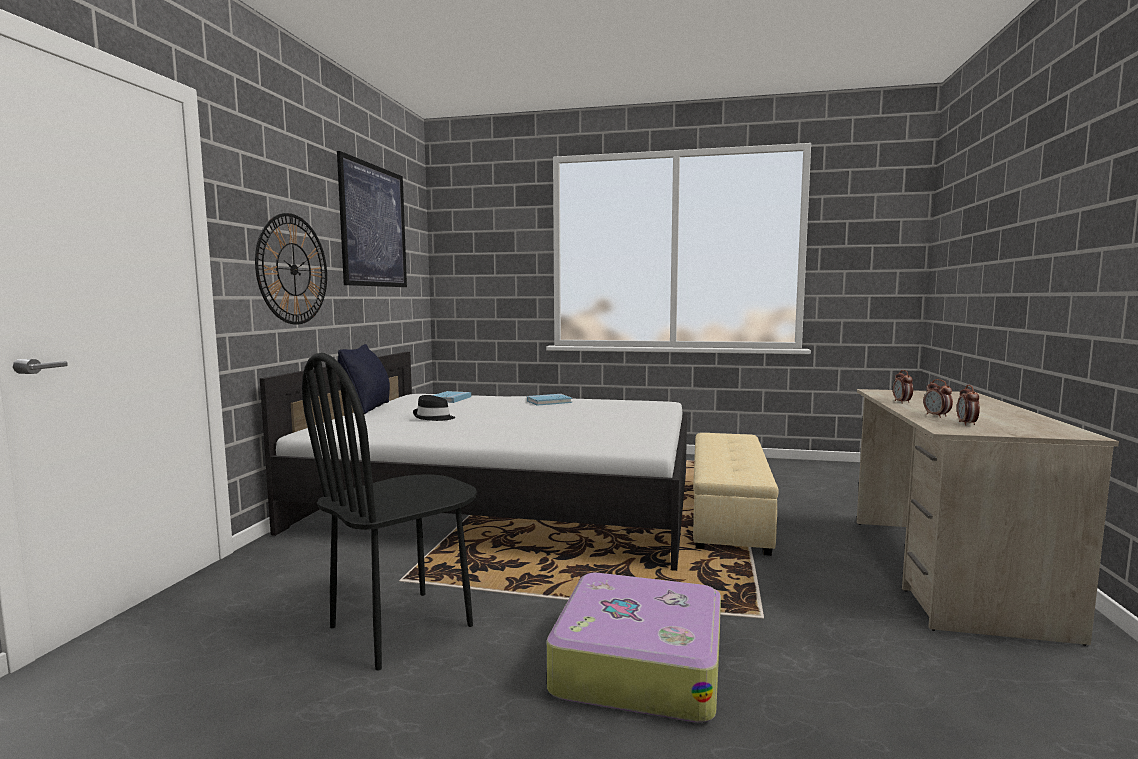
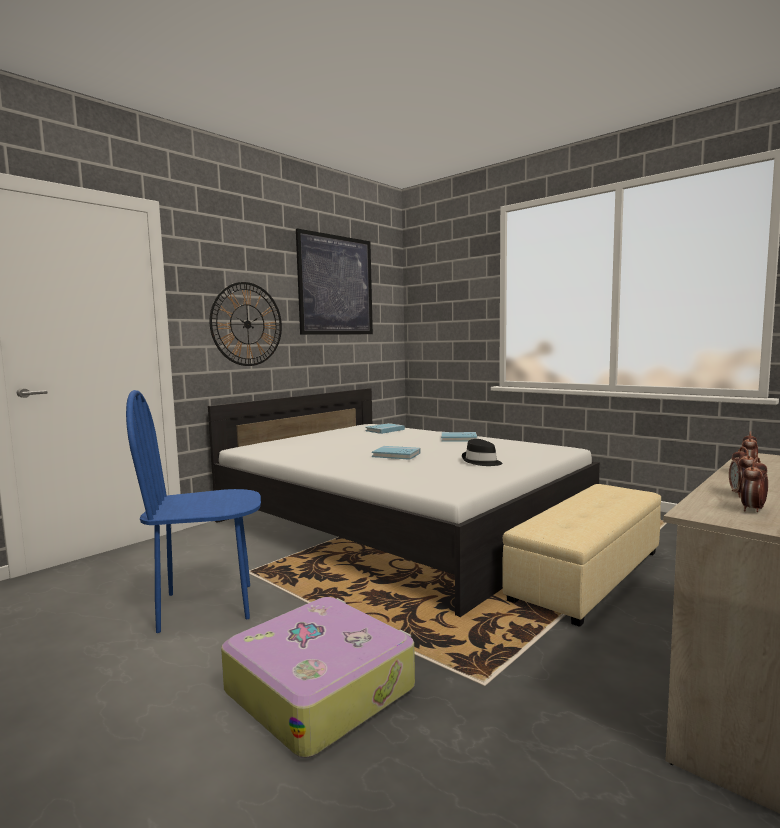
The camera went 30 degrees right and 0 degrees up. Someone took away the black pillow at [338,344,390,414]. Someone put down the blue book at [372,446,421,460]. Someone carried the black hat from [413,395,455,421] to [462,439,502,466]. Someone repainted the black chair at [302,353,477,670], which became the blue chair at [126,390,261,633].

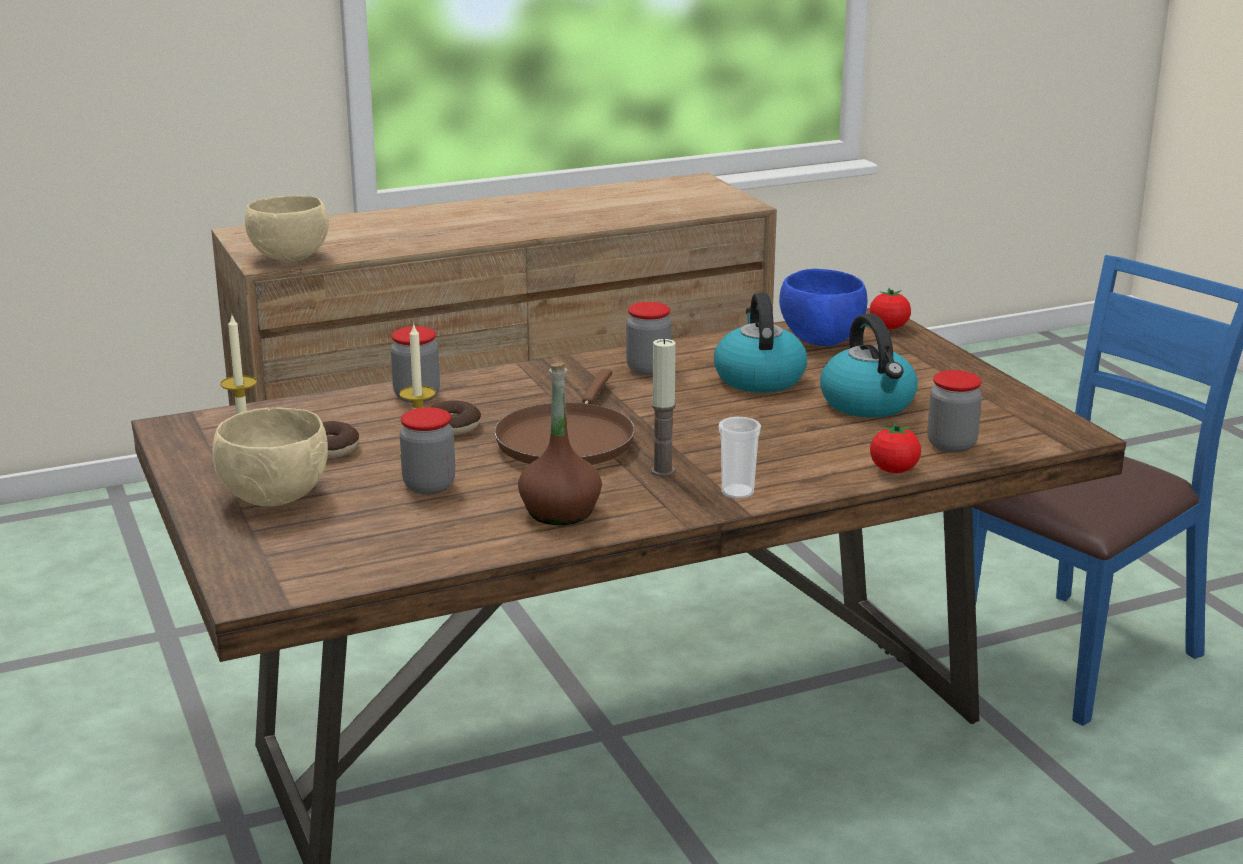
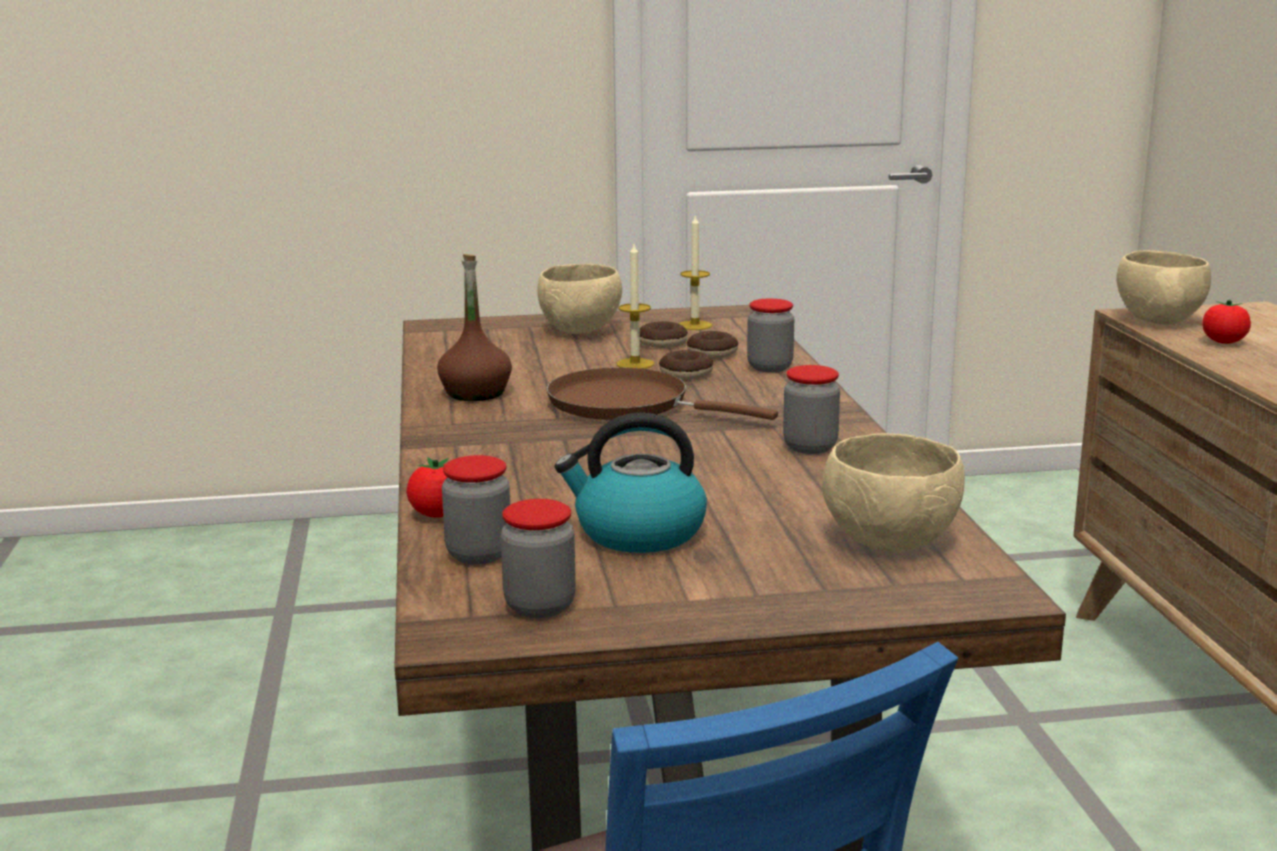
The camera went 105 degrees right and 5 degrees down. Someone took away the candle at [651,338,676,476]. Someone took away the kettle at [714,292,807,393]. Someone took away the cup at [718,417,761,499]. Someone put down the donut at [687,331,738,359]. Someone carried the jar from [400,407,455,495] to [501,499,576,618]. Someone carried the tomato from [870,288,911,329] to [1202,299,1251,344]. Someone repainted the blue bowl at [779,269,867,346], which became the beige bowl at [822,433,965,551].

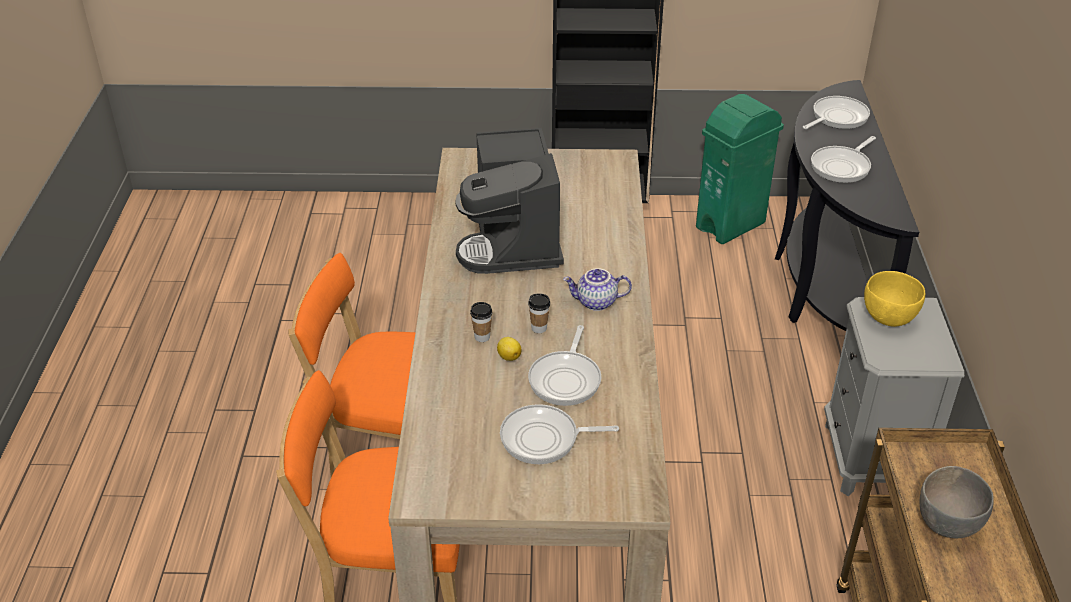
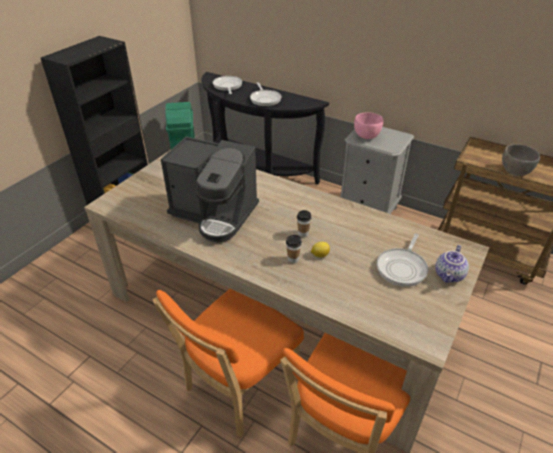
The camera went 60 degrees left and 0 degrees up. Someone took away the frying pan at [528,325,601,406]. Someone carried the teapot from [563,268,632,311] to [435,245,469,283]. Someone repainted the yellow bowl at [864,271,925,327], which became the pink bowl at [354,112,383,139].

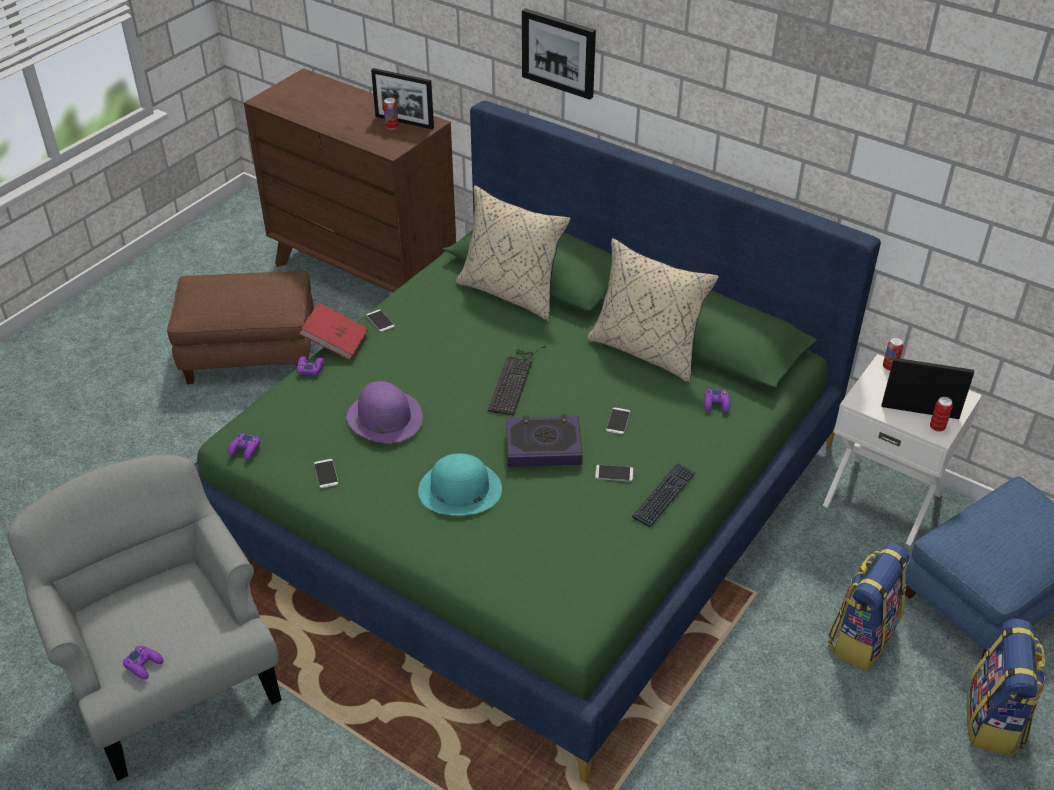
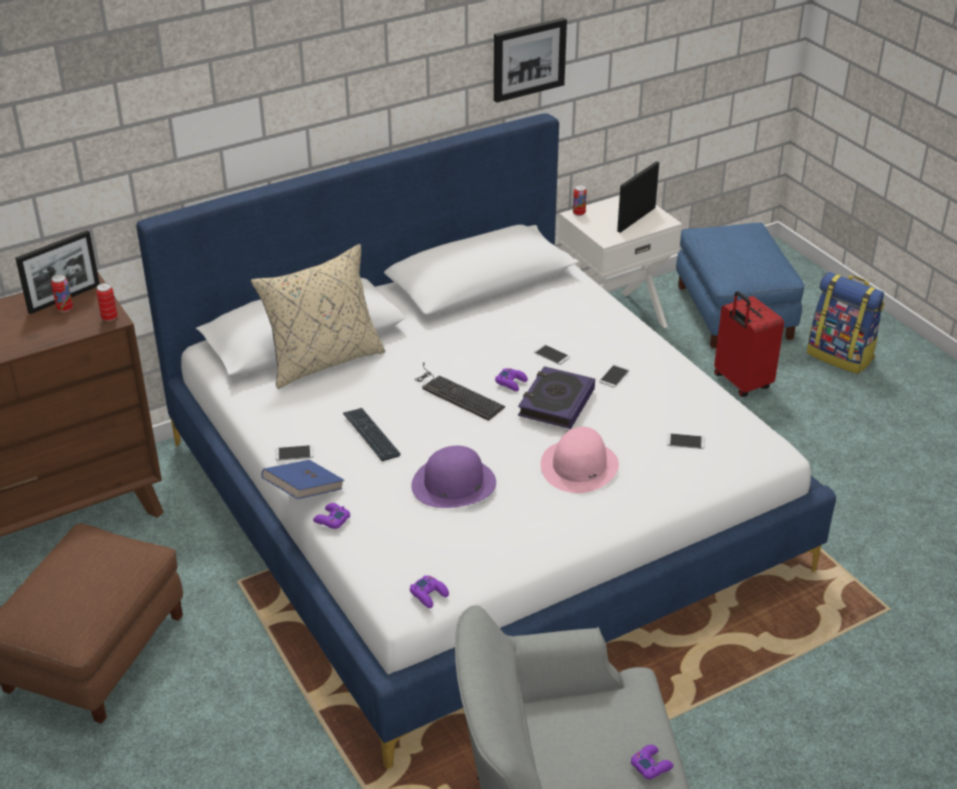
The camera went 65 degrees left and 5 degrees down. Someone took away the beige pillow at [587,238,719,383]. Someone carried the phone from [314,459,339,488] to [667,433,705,449]. Someone carried the picture from [522,8,596,100] to [494,18,567,103]. Someone carried the keyboard from [632,463,696,527] to [343,408,401,461]. Someone carried the purple game controller from [704,389,730,413] to [495,368,528,391]. Someone carried the can from [930,397,953,432] to [96,283,118,321]. Someone swapped the backpack at [828,543,909,671] for the red suitcase at [714,291,784,397]. Someone repainted the green bed at [194,101,881,783], which became the white bed at [136,113,836,769]. Someone repainted the red book at [299,302,368,360], which became the blue book at [261,460,344,499]. Someone repainted the turquoise hat at [418,453,502,515], which became the pink hat at [541,427,619,493].

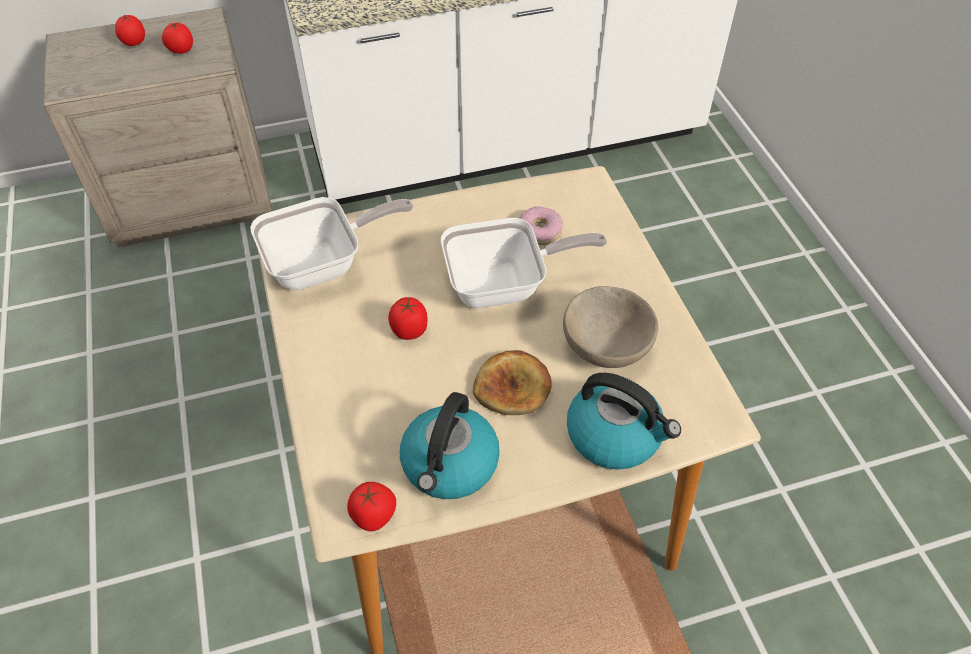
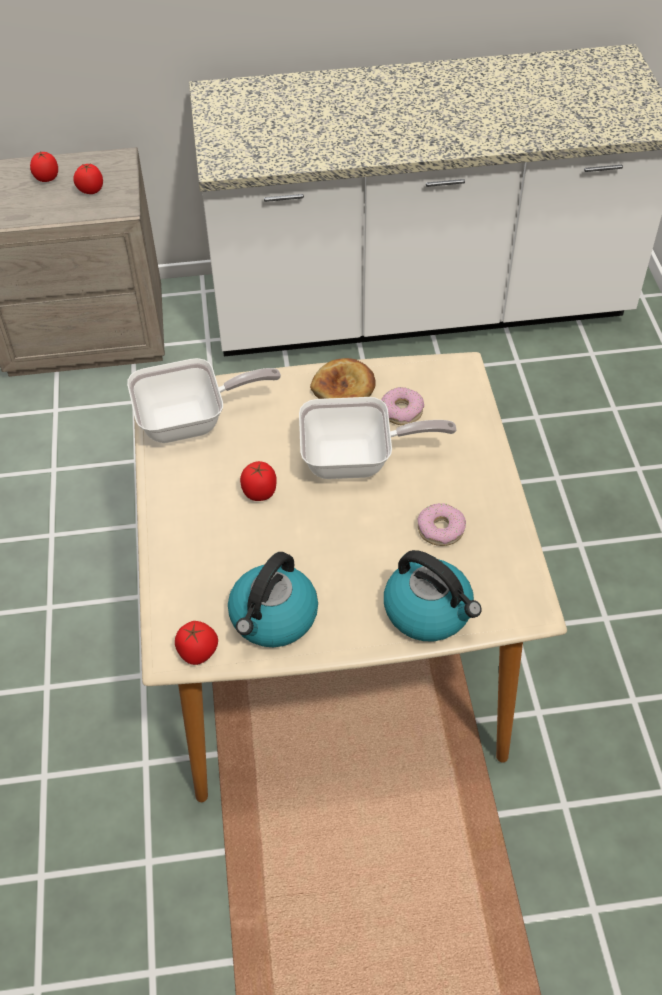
The camera went 10 degrees right and 0 degrees up. Someone carried the bread from [473,350,552,415] to [310,358,376,399]. Someone swapped the beige bowl at [563,286,658,368] for the donut at [417,503,466,546].

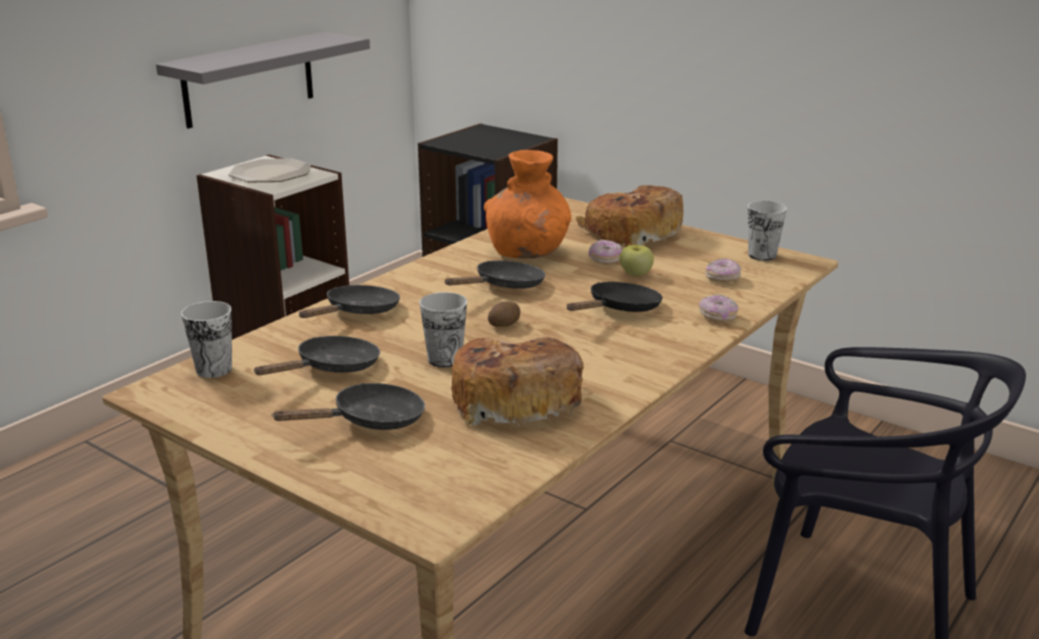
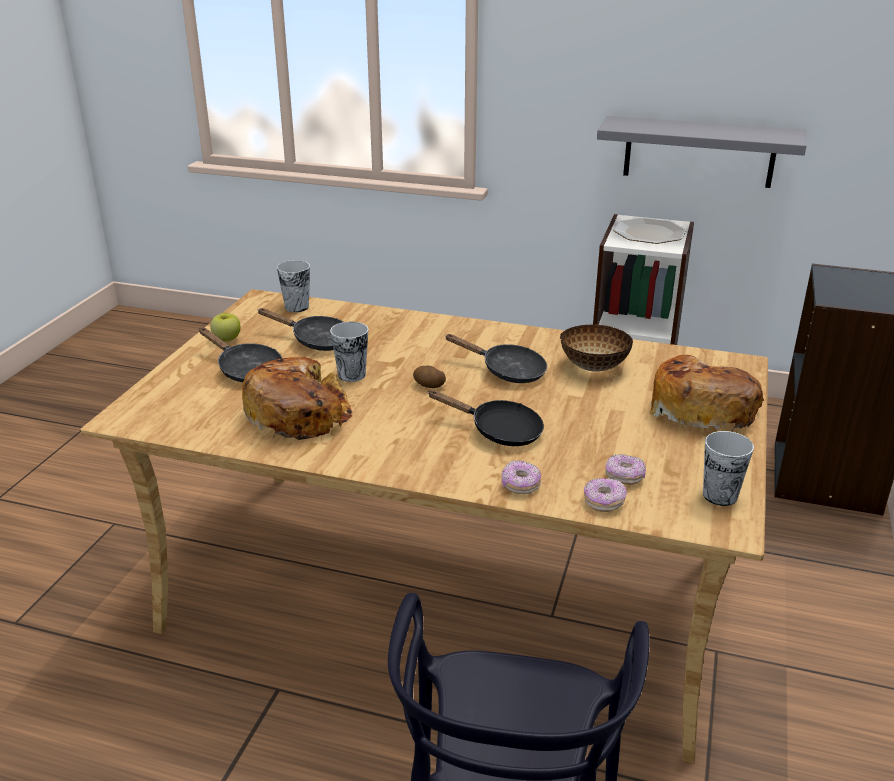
The camera went 70 degrees right and 5 degrees up. Someone took away the black frying pan at [299,285,400,318]. Someone carried the donut from [589,240,622,264] to [584,478,627,512]. Someone carried the apple from [620,245,654,276] to [210,313,241,342]. Someone swapped the orange vase at [484,150,571,259] for the bowl at [560,324,633,372].

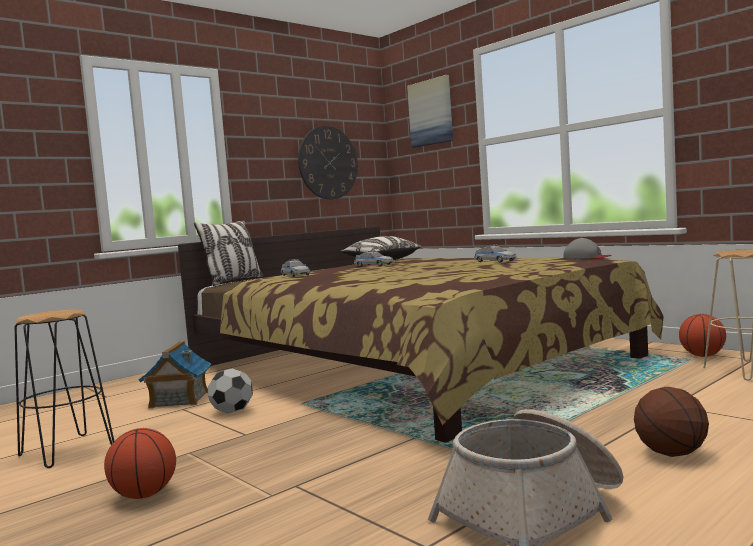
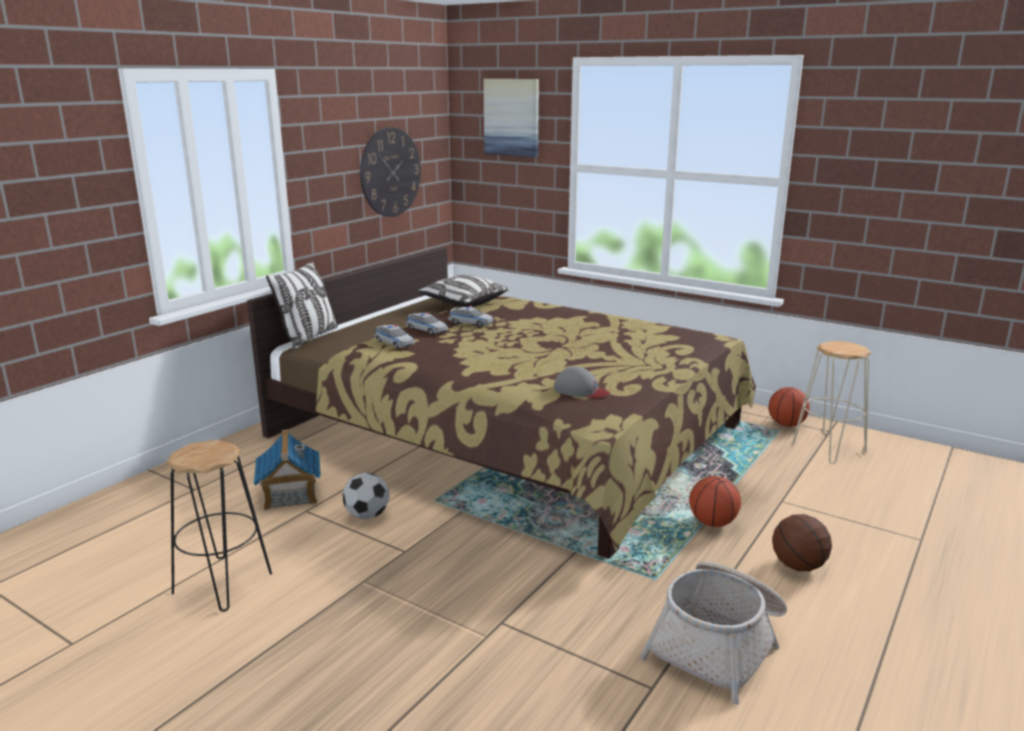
The camera went 15 degrees left and 15 degrees up. Someone carried the basketball from [104,428,176,499] to [689,476,741,527]. Someone carried the toy car from [474,245,517,263] to [406,312,448,335]. Someone carried the grey cap from [563,238,612,259] to [554,366,610,398].

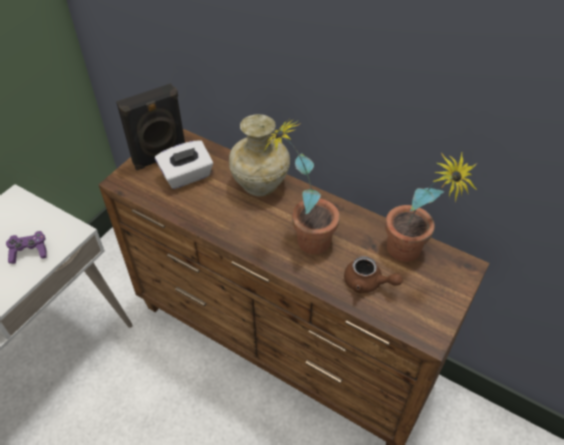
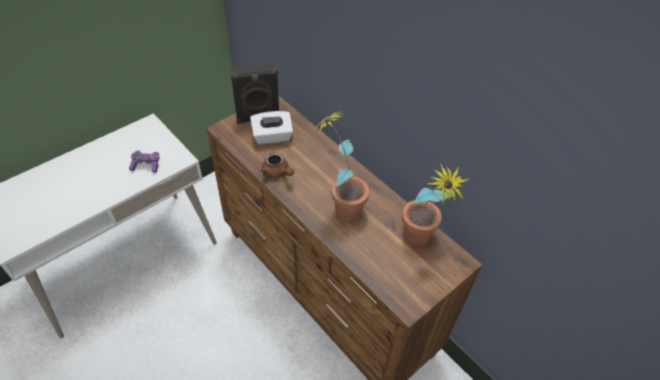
The camera went 15 degrees right and 0 degrees up. Someone took away the beige vase at [229,114,290,196]. Someone carried the brown teapot from [344,256,403,293] to [261,153,294,178].

